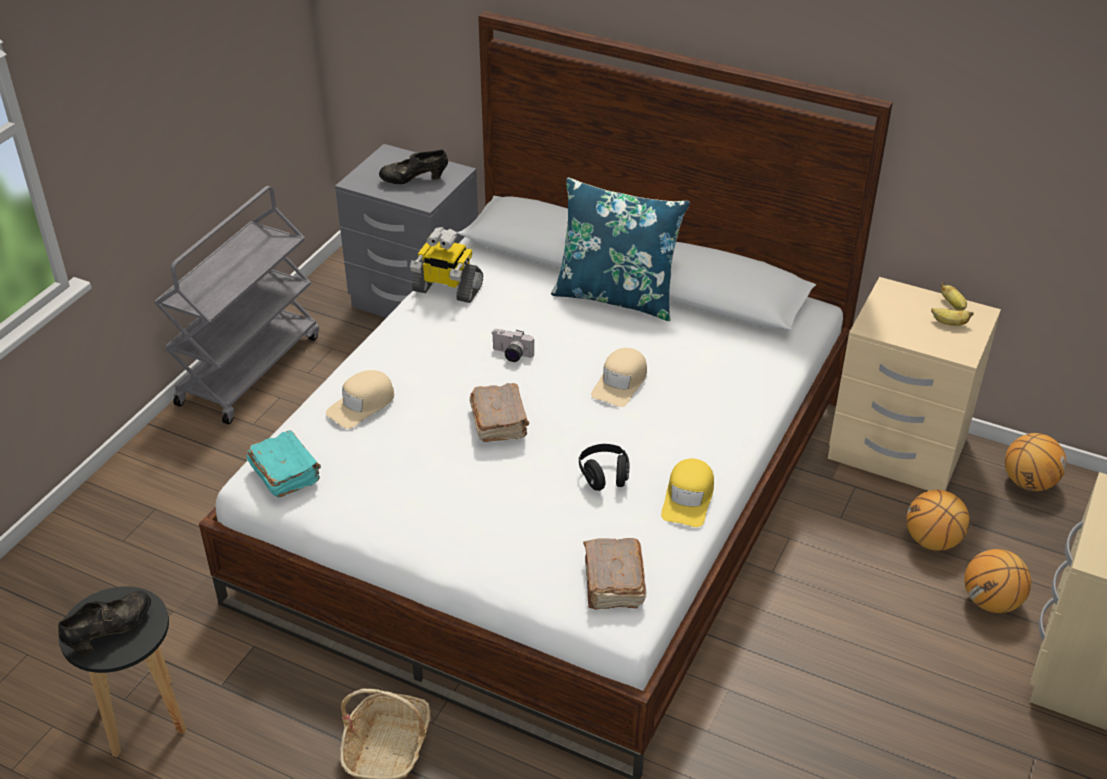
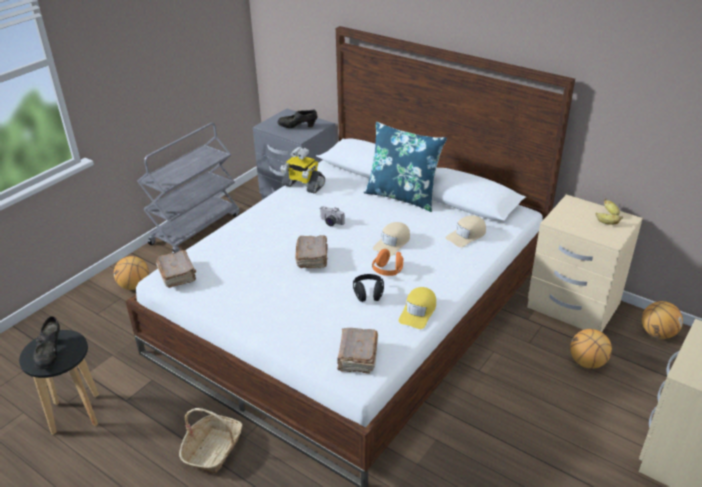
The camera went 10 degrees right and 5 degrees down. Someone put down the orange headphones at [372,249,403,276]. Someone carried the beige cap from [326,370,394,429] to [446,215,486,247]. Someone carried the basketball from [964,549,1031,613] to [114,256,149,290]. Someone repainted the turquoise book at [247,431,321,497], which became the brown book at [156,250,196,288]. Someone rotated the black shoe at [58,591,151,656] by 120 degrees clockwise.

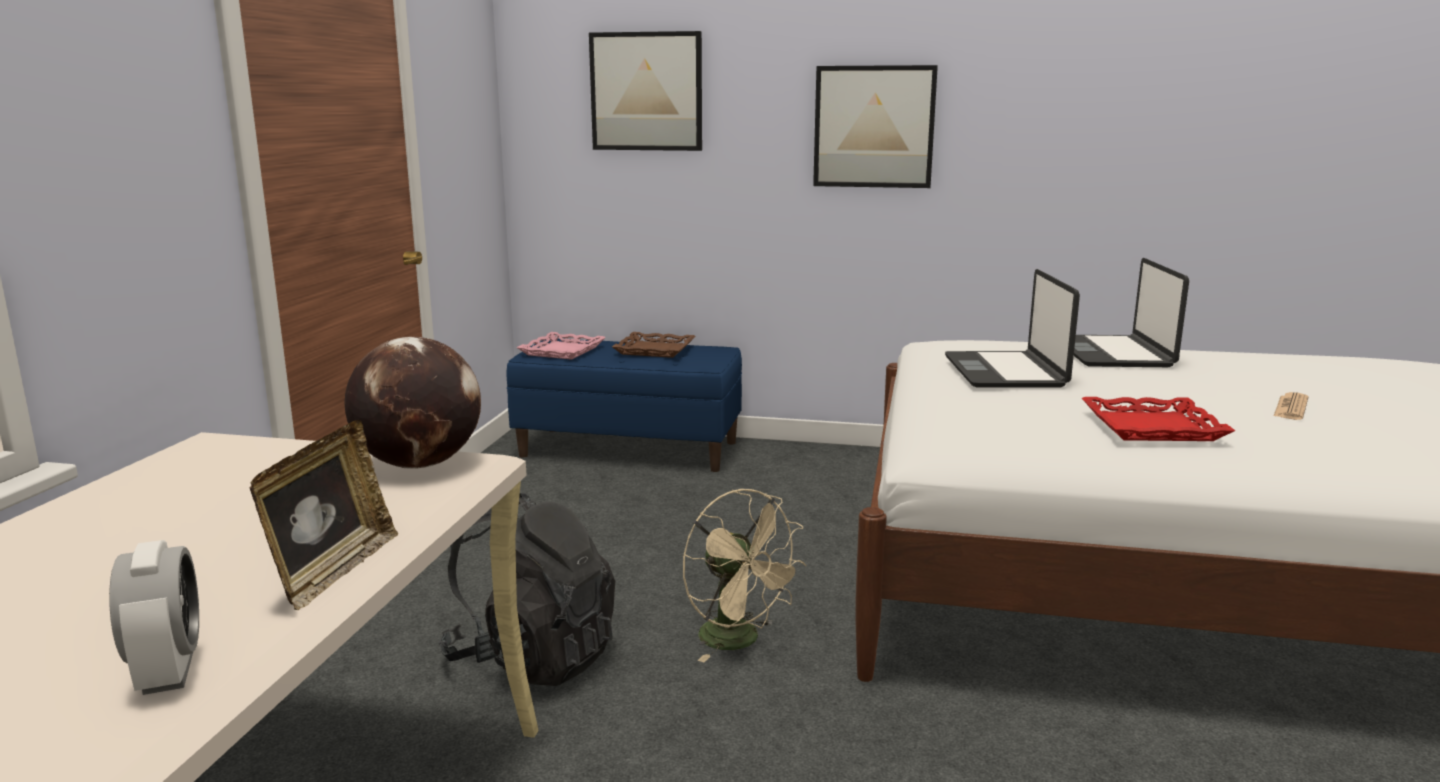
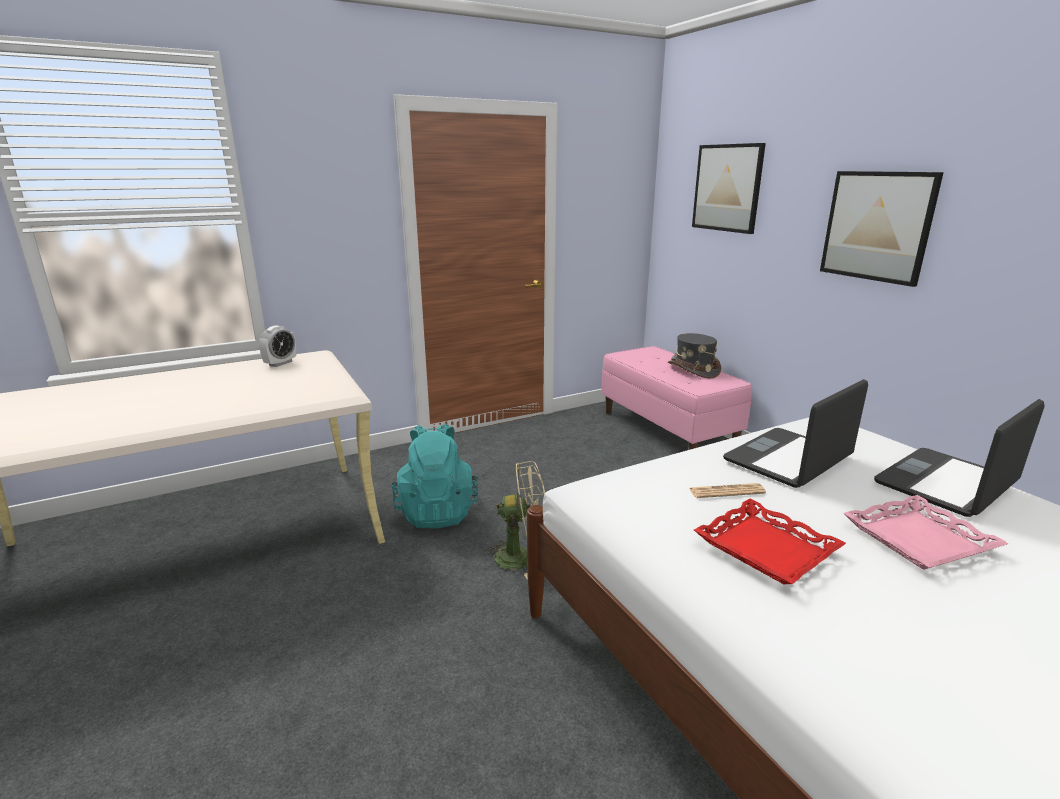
The camera went 50 degrees right and 5 degrees up. Someone took away the picture frame at [249,420,398,610]. Someone took away the globe at [344,337,481,469]. Someone carried the alarm clock from [109,540,199,695] to [259,325,296,367]. Someone carried the pink tray from [517,332,606,360] to [843,495,1008,570]. Someone carried the newspaper from [1274,392,1308,420] to [689,483,766,498]. Someone swapped the brown tray at [612,332,696,358] for the grey hat at [668,333,721,378]. Someone repainted the black backpack at [439,493,615,686], which became the turquoise backpack at [392,423,478,528]. Someone repainted the blue bench at [507,338,742,472], which became the pink bench at [601,346,752,450]. Someone rotated the beige fan at [683,489,806,662] by 105 degrees counterclockwise.

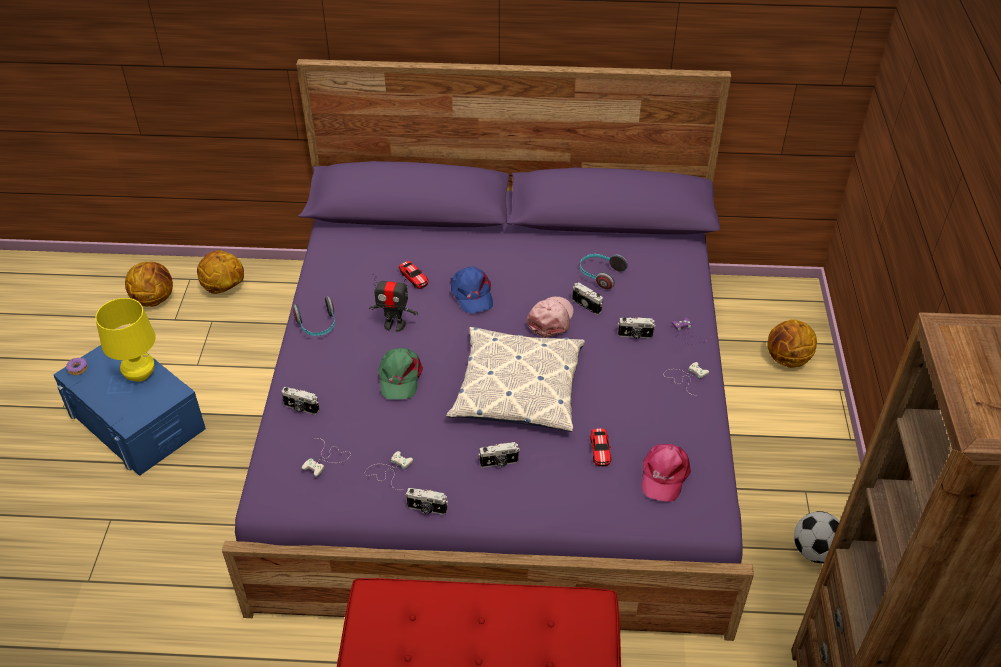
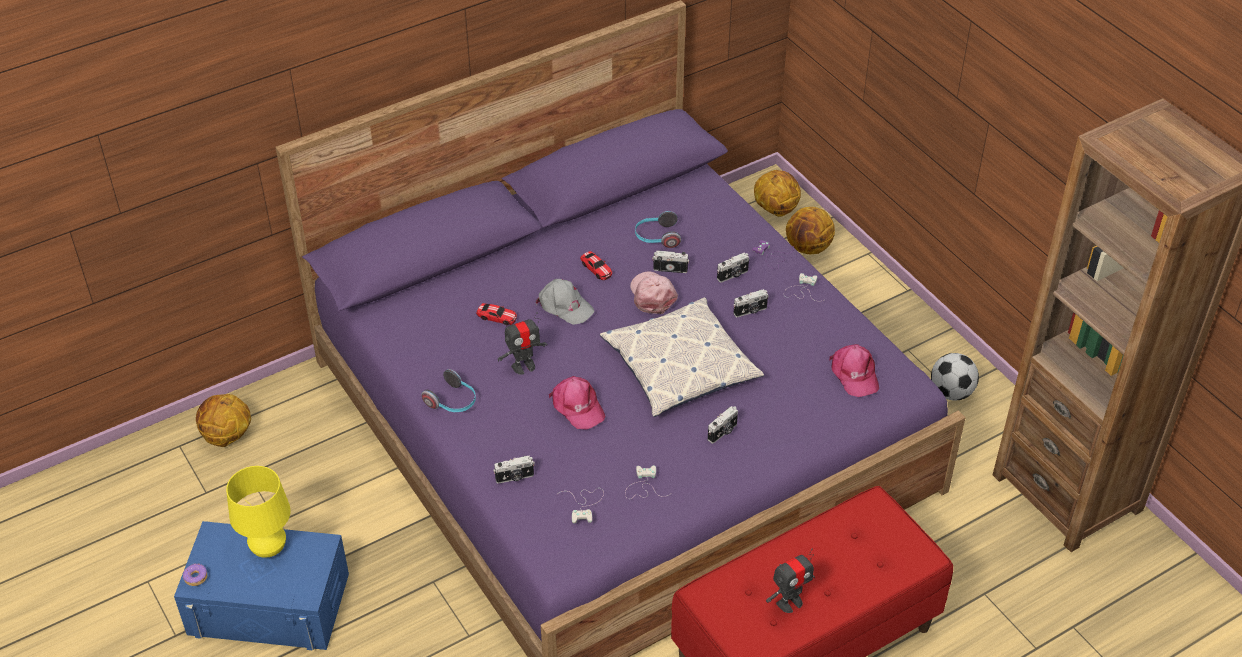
The camera went 35 degrees left and 0 degrees up. Someone put down the toy robot at [766,549,815,613]. Someone carried the basketball from [125,262,173,307] to [754,170,801,217]. Someone carried the photo camera from [406,488,448,515] to [733,289,769,317]. Someone carried the toy car from [590,428,611,467] to [580,251,612,280]. Someone repainted the green cap at [378,348,423,399], which became the pink cap at [549,376,605,430]. Someone repainted the blue cap at [450,266,493,314], which became the grey cap at [535,279,594,325].

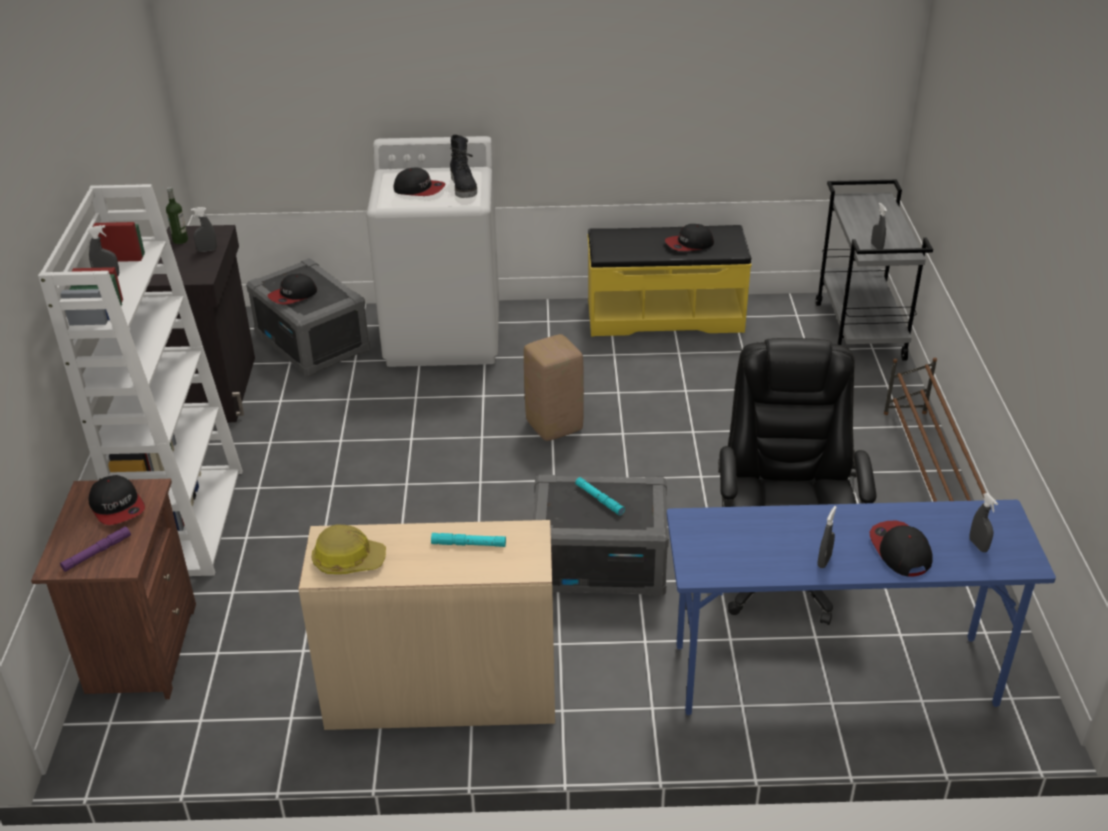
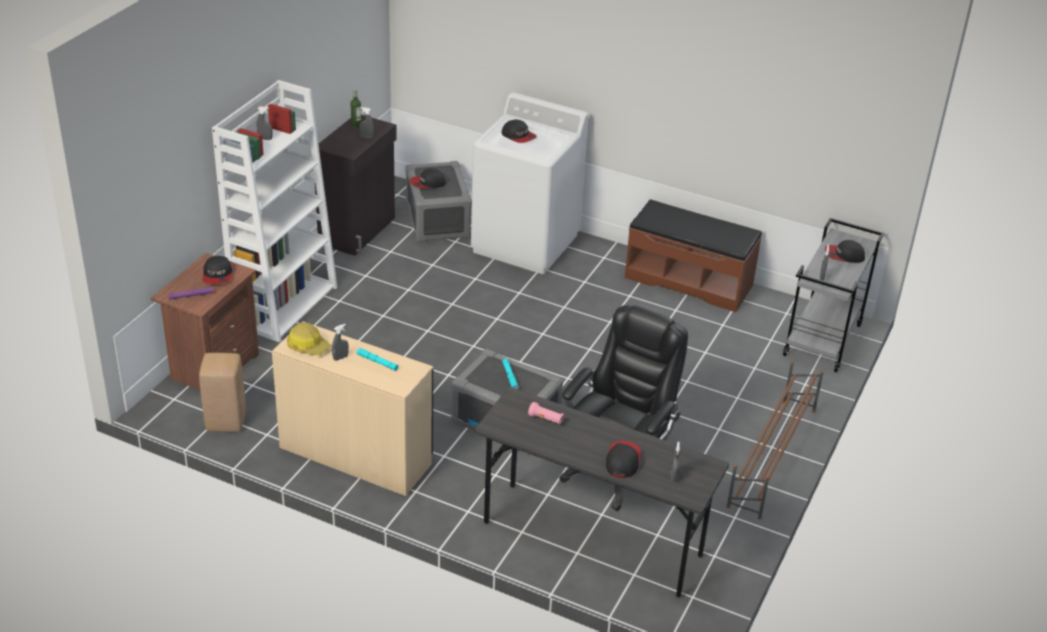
The camera went 25 degrees right and 0 degrees up. Someone took away the black boot at [450,135,477,198]. Someone put down the pink flashlight at [528,402,564,424]. Someone carried the beige stool from [524,334,584,441] to [199,353,246,432]. Someone carried the cap from [665,224,714,251] to [825,240,865,263]. Someone carried the grey spray bottle from [818,506,837,568] to [332,324,349,361]. Someone repainted the yellow bench at [588,225,752,336], which became the brown bench at [624,199,762,312]. Someone repainted the blue desk at [667,500,1056,715], which became the grey desk at [474,387,729,598].

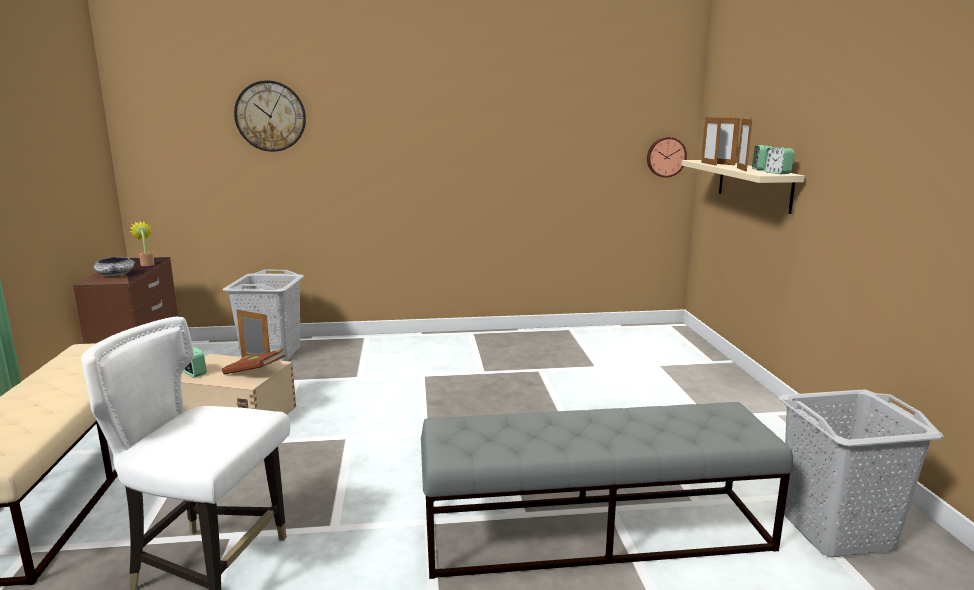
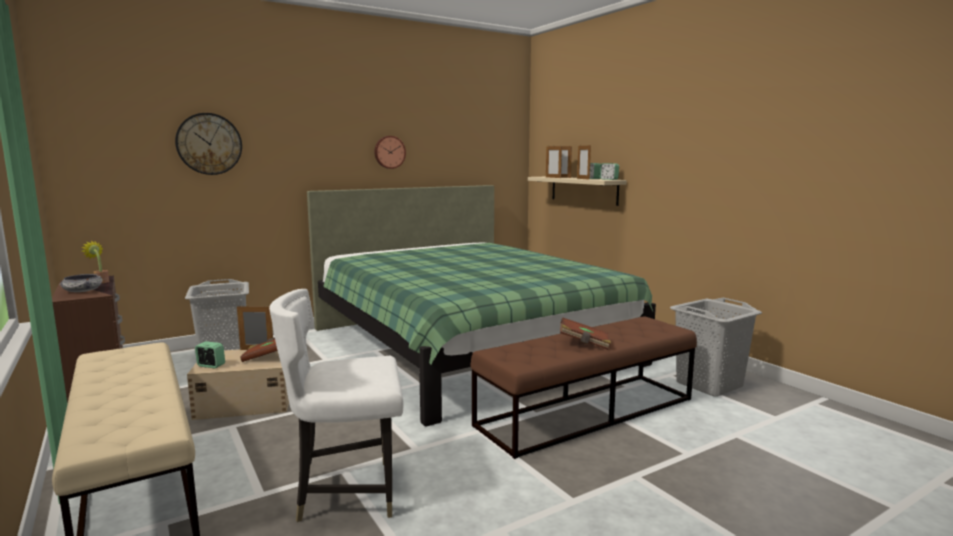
The camera went 25 degrees left and 5 degrees down. Someone put down the green bed at [307,185,656,427]. Someone put down the brown book at [560,318,611,350]. Someone carried the wall clock from [647,137,687,178] to [374,136,406,169]. Someone repainted the grey bench at [421,402,793,579], which became the brown bench at [470,316,697,459].

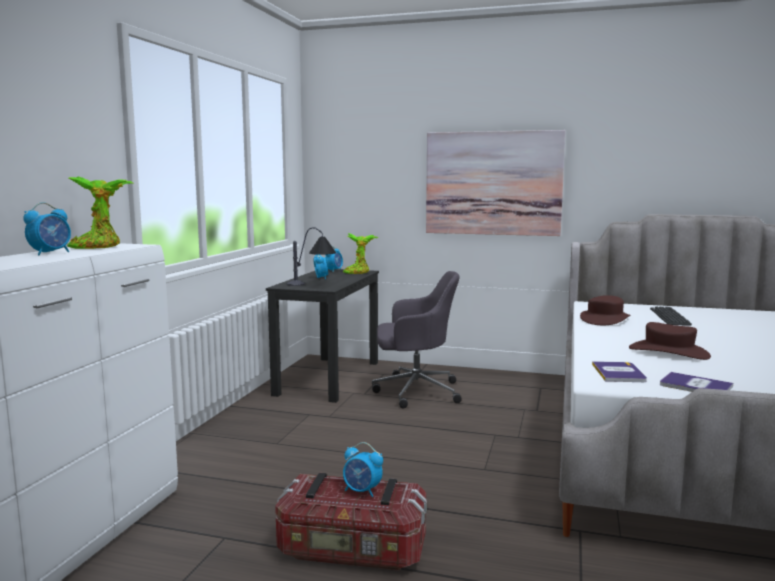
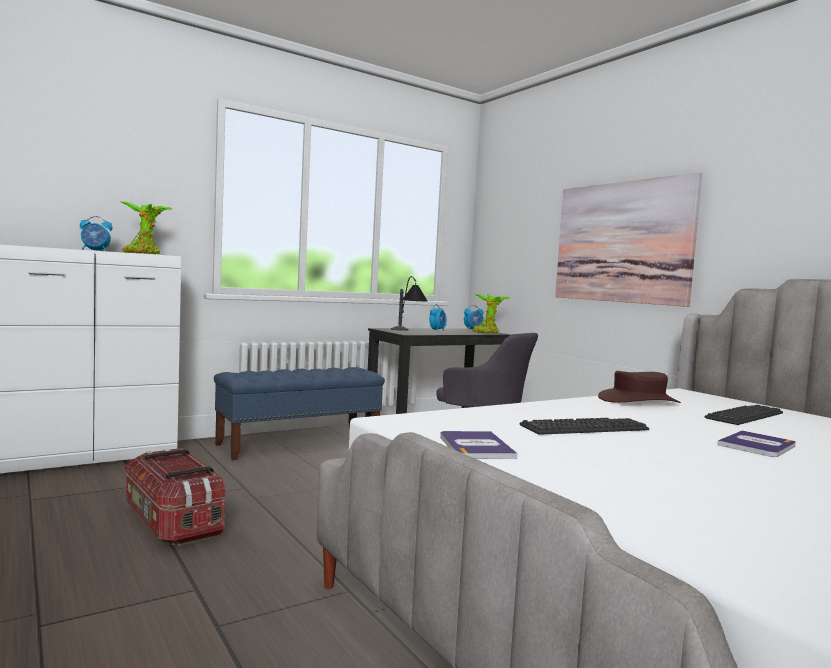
The camera went 40 degrees right and 5 degrees down. Someone took away the alarm clock at [343,442,383,497]. Someone put down the blue bench at [214,367,385,460]. Someone carried the book from [592,361,647,382] to [717,430,795,457]. Someone swapped the brown hat at [629,322,711,360] for the keyboard at [520,418,649,435].

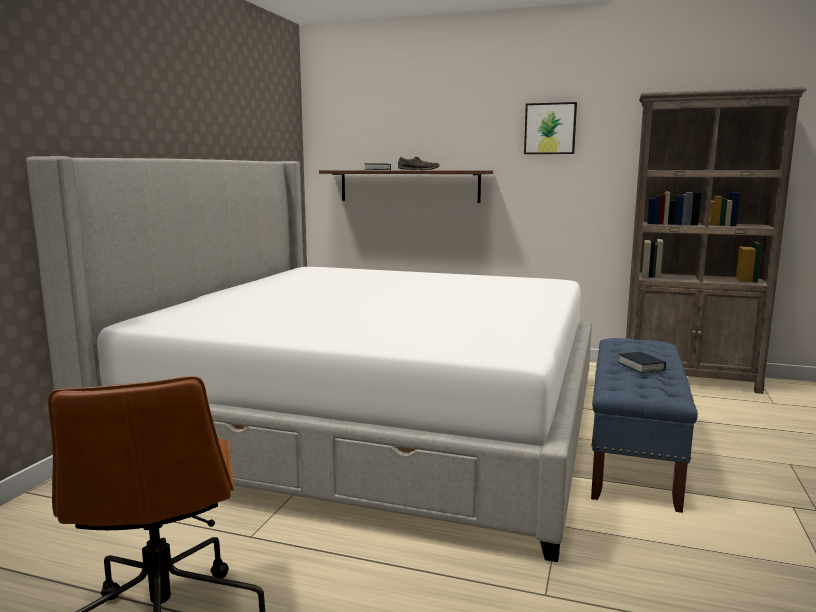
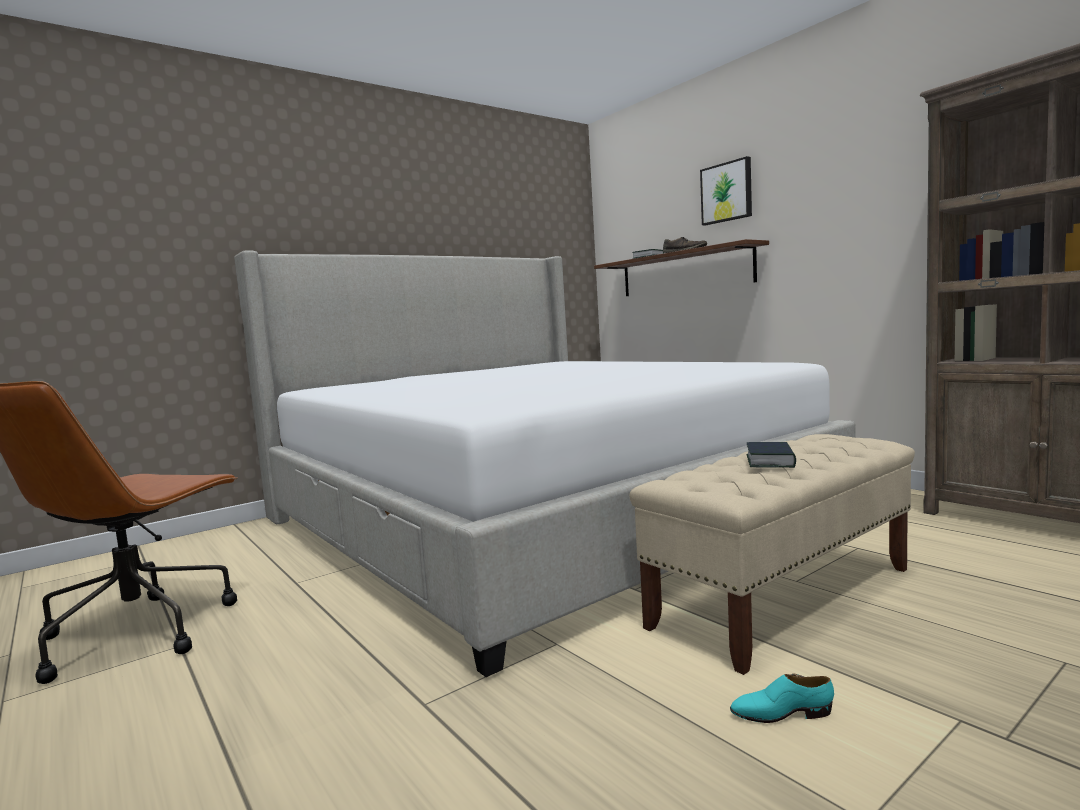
The camera went 35 degrees right and 5 degrees down. Someone put down the turquoise shoe at [730,673,834,723]. Someone carried the picture from [524,102,577,154] to [700,156,752,226]. Someone repainted the blue bench at [591,338,698,513], which became the beige bench at [630,434,915,675].

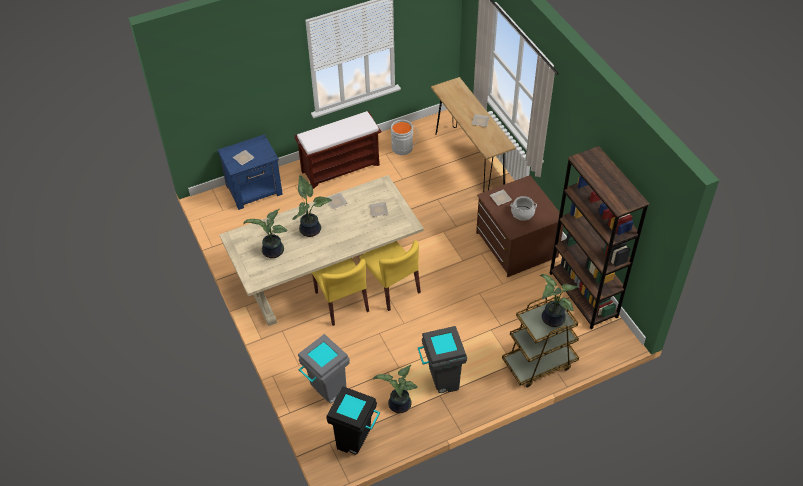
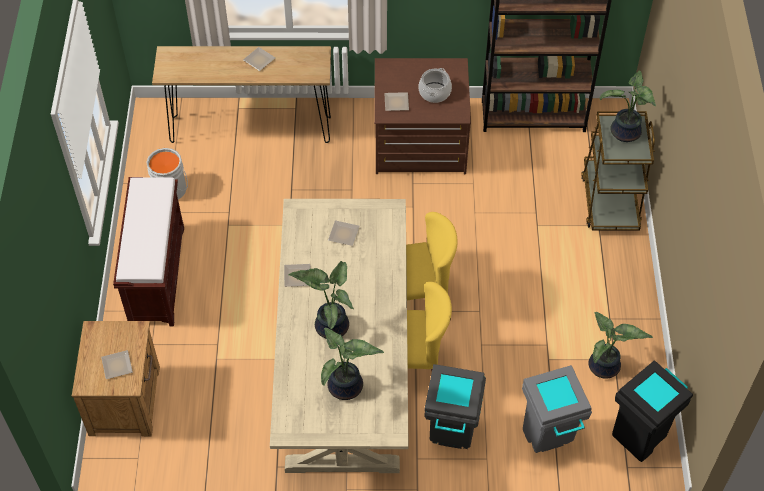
The camera went 65 degrees left and 5 degrees up. Someone carried the grey trash can from [418,326,467,393] to [424,364,486,449]. Someone repainted the blue nightstand at [217,134,283,210], which became the brown nightstand at [72,321,160,436].

